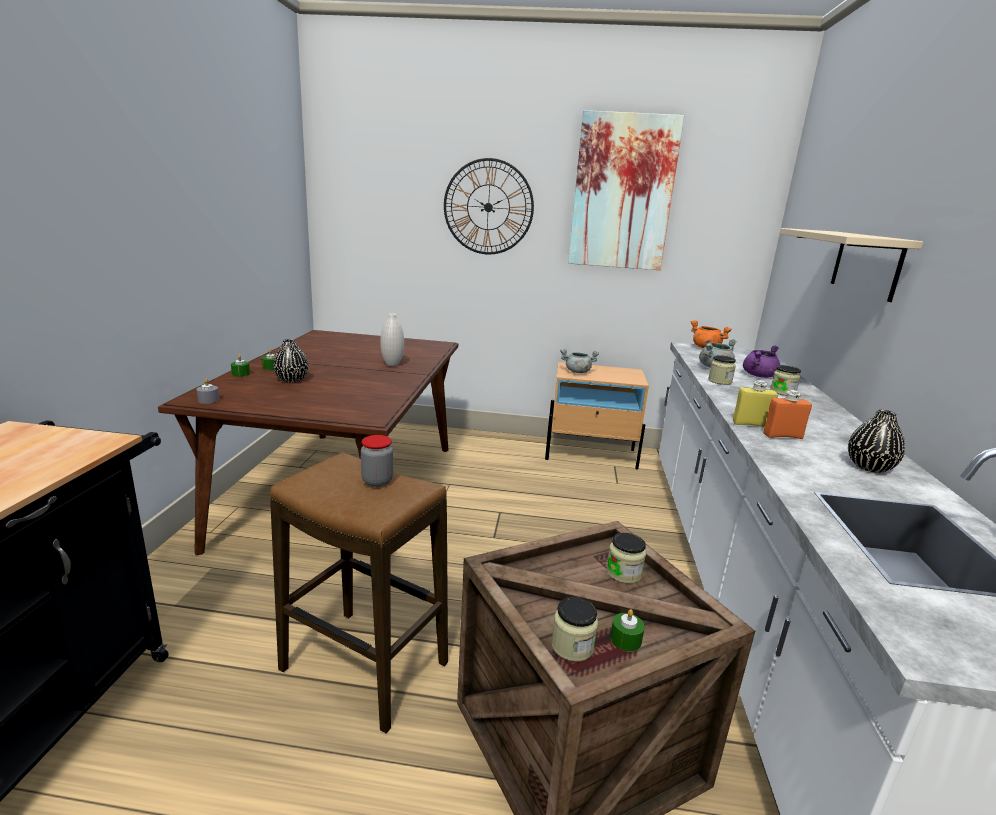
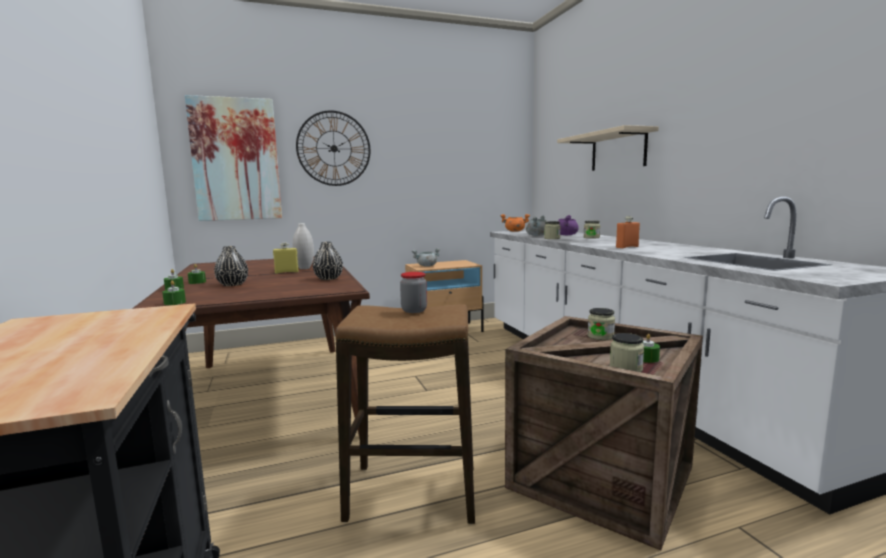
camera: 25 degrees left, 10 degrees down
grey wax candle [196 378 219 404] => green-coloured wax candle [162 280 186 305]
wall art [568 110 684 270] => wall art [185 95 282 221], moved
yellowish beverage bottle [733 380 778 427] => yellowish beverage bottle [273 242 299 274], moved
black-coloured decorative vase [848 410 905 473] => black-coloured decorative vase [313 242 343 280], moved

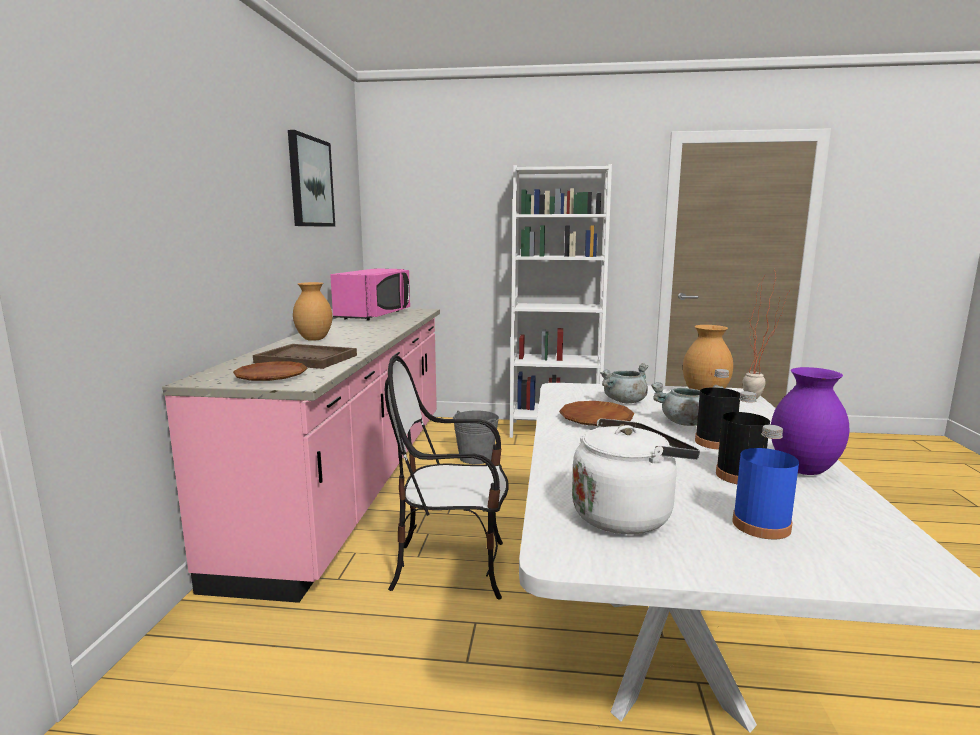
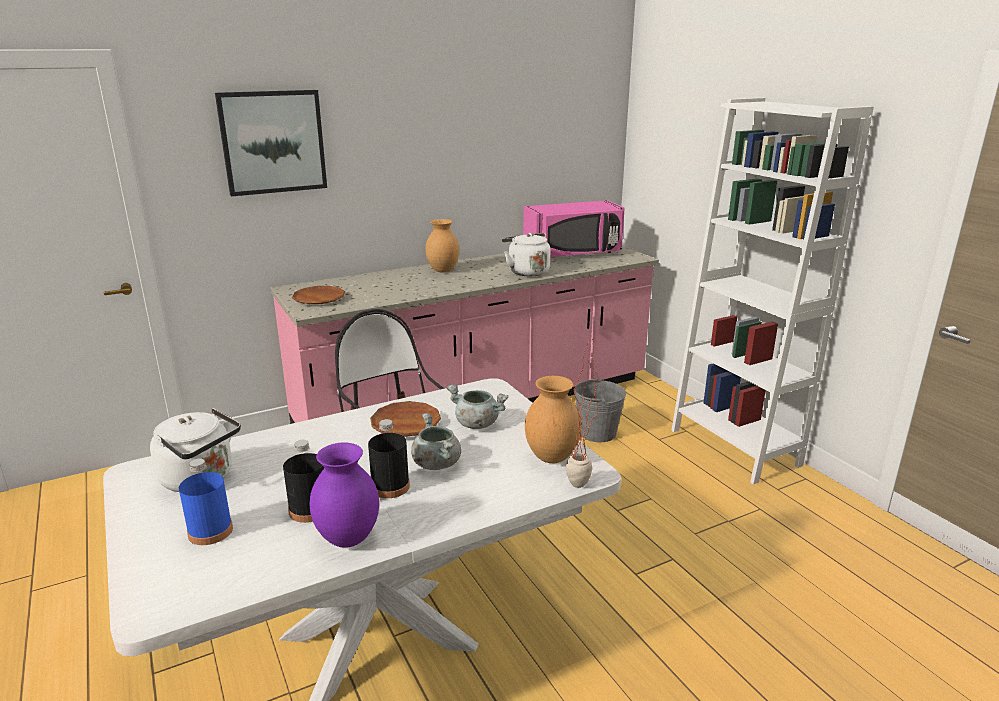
camera: 55 degrees right, 10 degrees up
brownish tray [253 344 357 369] => nothing
wall art [288 130 335 227] => wall art [215 90 327 196], moved
nothing => white water kettle [502 233 550 276]

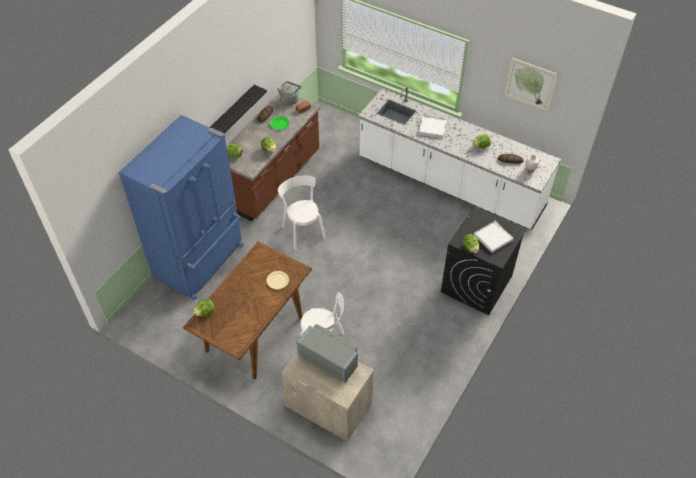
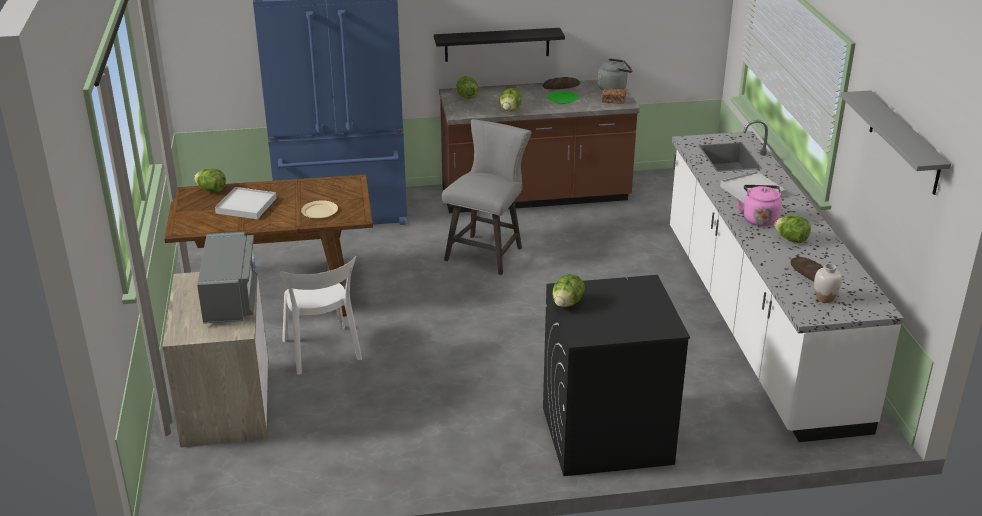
camera: 50 degrees right, 20 degrees down
white upright chair [278 176 326 250] => grey sitting stool [442 119 532 275]
white tray [474 221 514 253] => white tray [215 187 277 219], moved
wall art [504 58 558 112] => grey shelf [840 90 951 195]
nothing => pinkish water kettle [736 185 782 226]

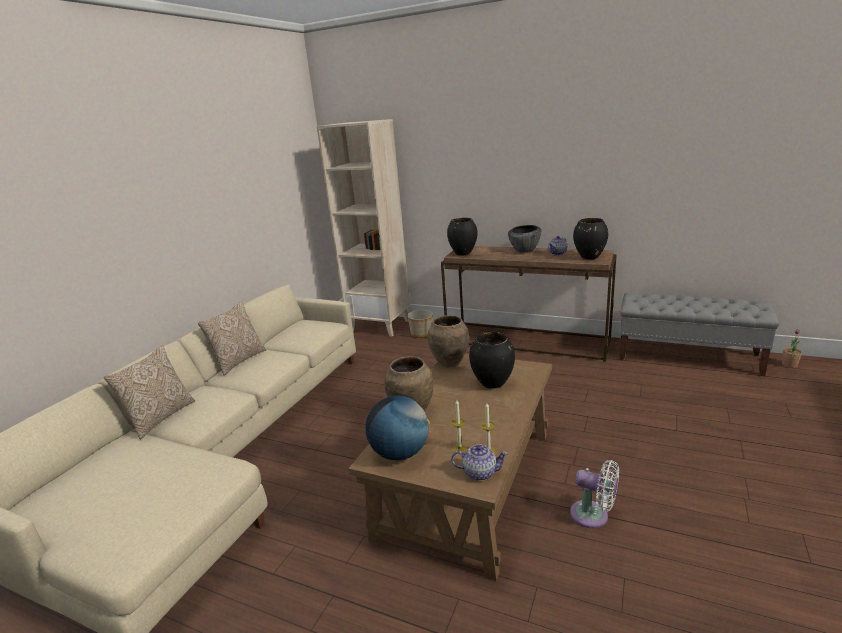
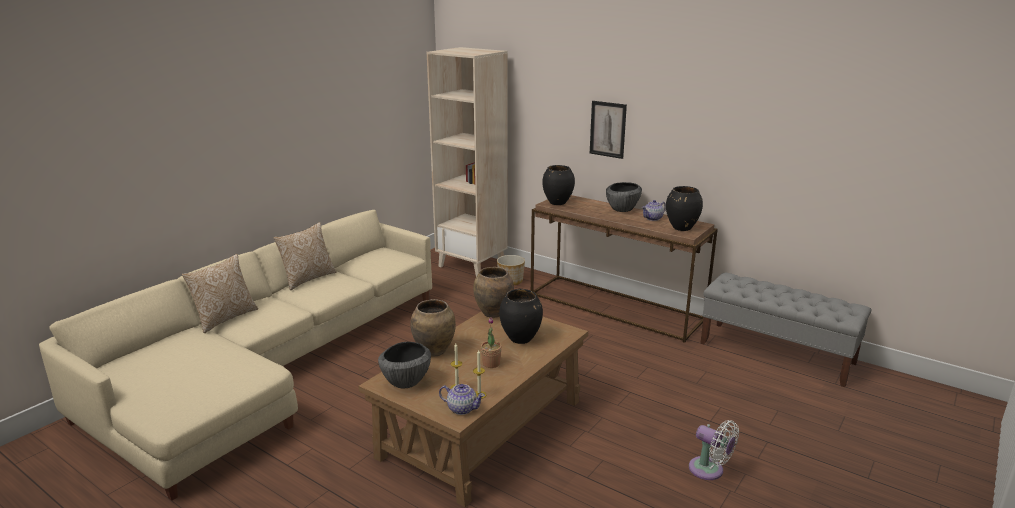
camera: 10 degrees right, 0 degrees up
globe [366 396 430 460] => deep dish [378 342 431 388]
white fan [570 460 619 528] => white fan [689 420 739 480], moved
houseplant [782 329 802 368] => houseplant [481 317 502 368], moved
nothing => wall art [590 101 627 159]

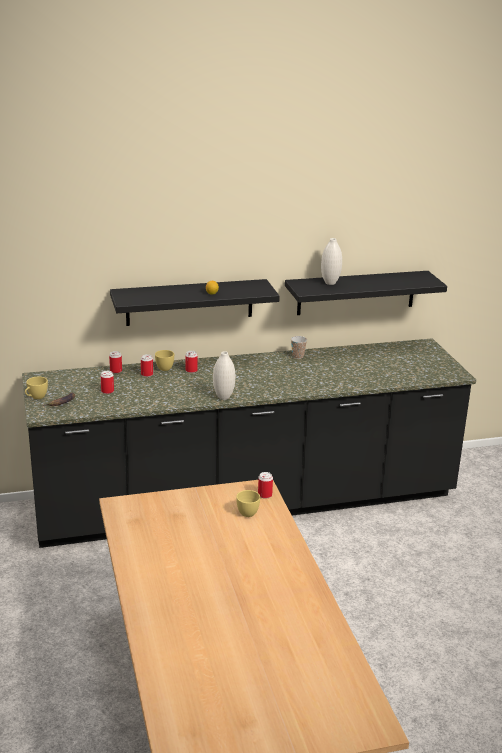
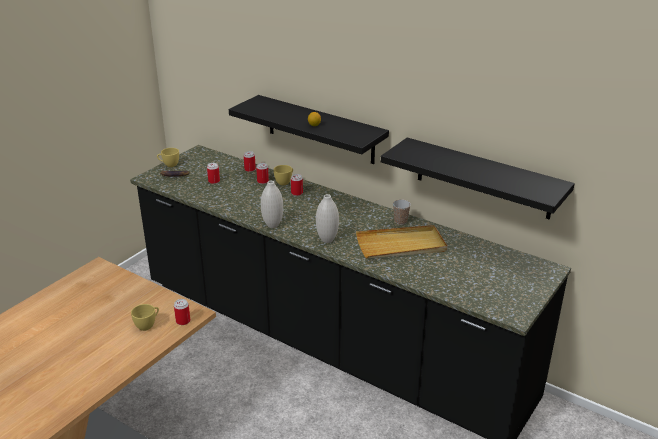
camera: 50 degrees right, 5 degrees up
white decorative vase [321 238 342 285] => white decorative vase [316 194 339 243], moved
nothing => sand-coloured tray [356 225 447 258]

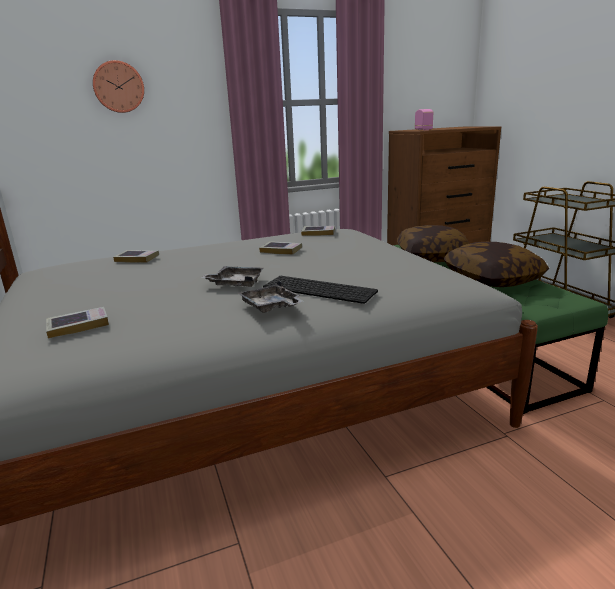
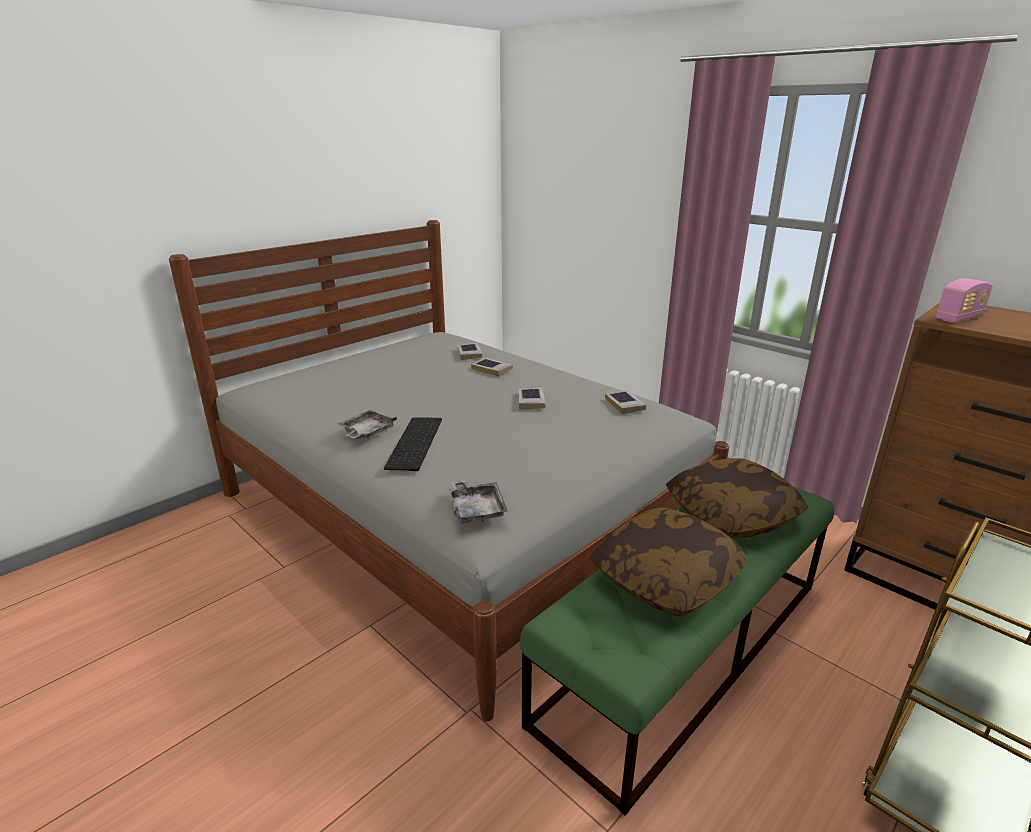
camera: 65 degrees right, 5 degrees up
volume [46 307 109 339] => volume [471 357 513 377], moved
hanging clock [93 60 144 113] => nothing
grey tray [201 266 264 287] => grey tray [449 479 508 524], moved

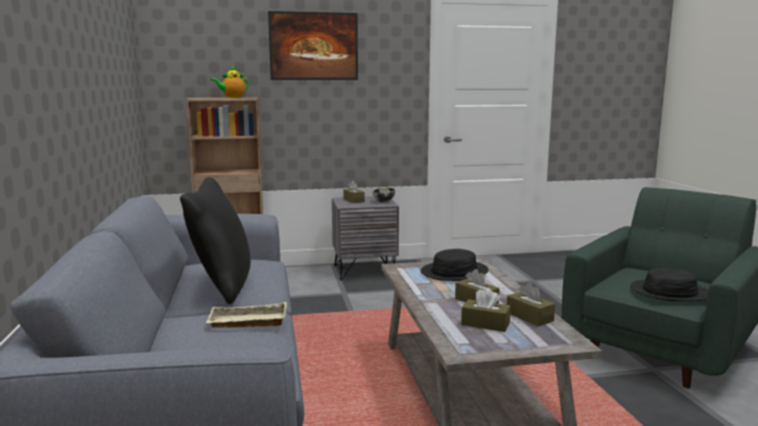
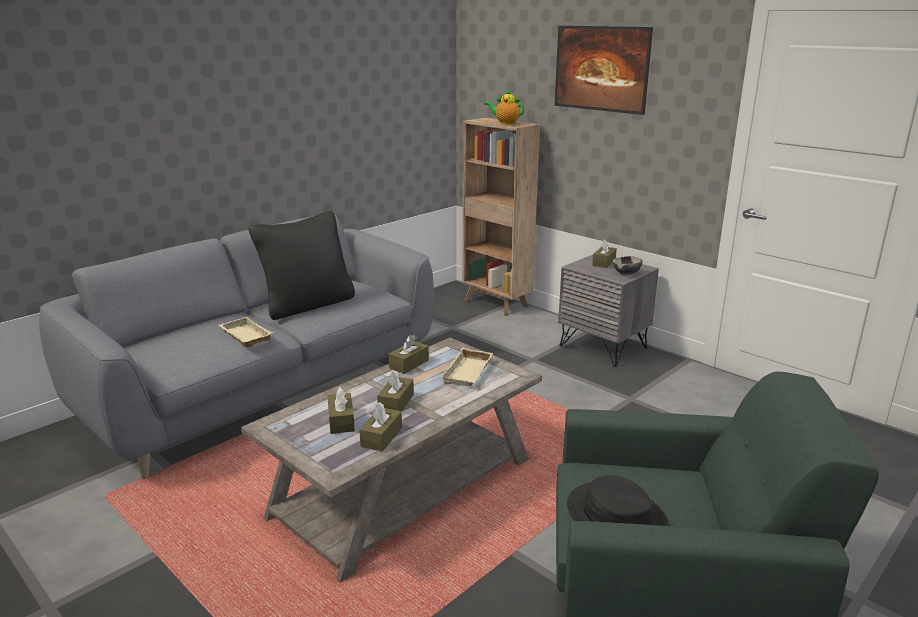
camera: 55 degrees right, 10 degrees up
black-coloured hat [420 249 489 281] => sand-coloured tray [441 348 493 386]
nothing => brownish tissue holder [389 335 429 374]

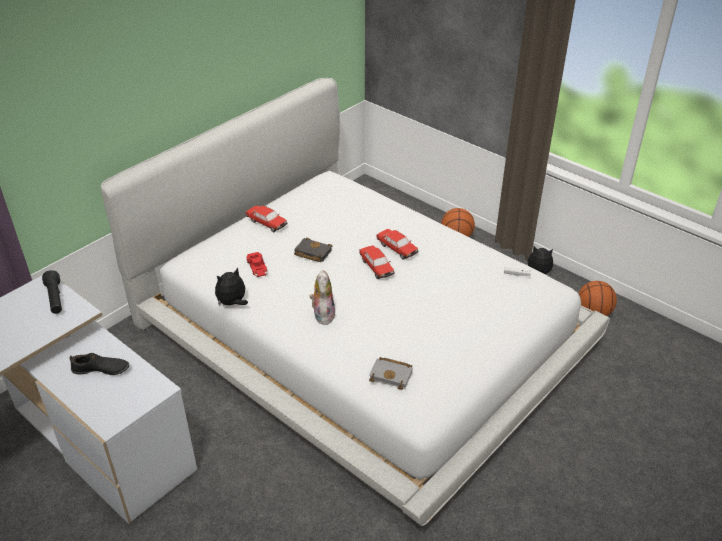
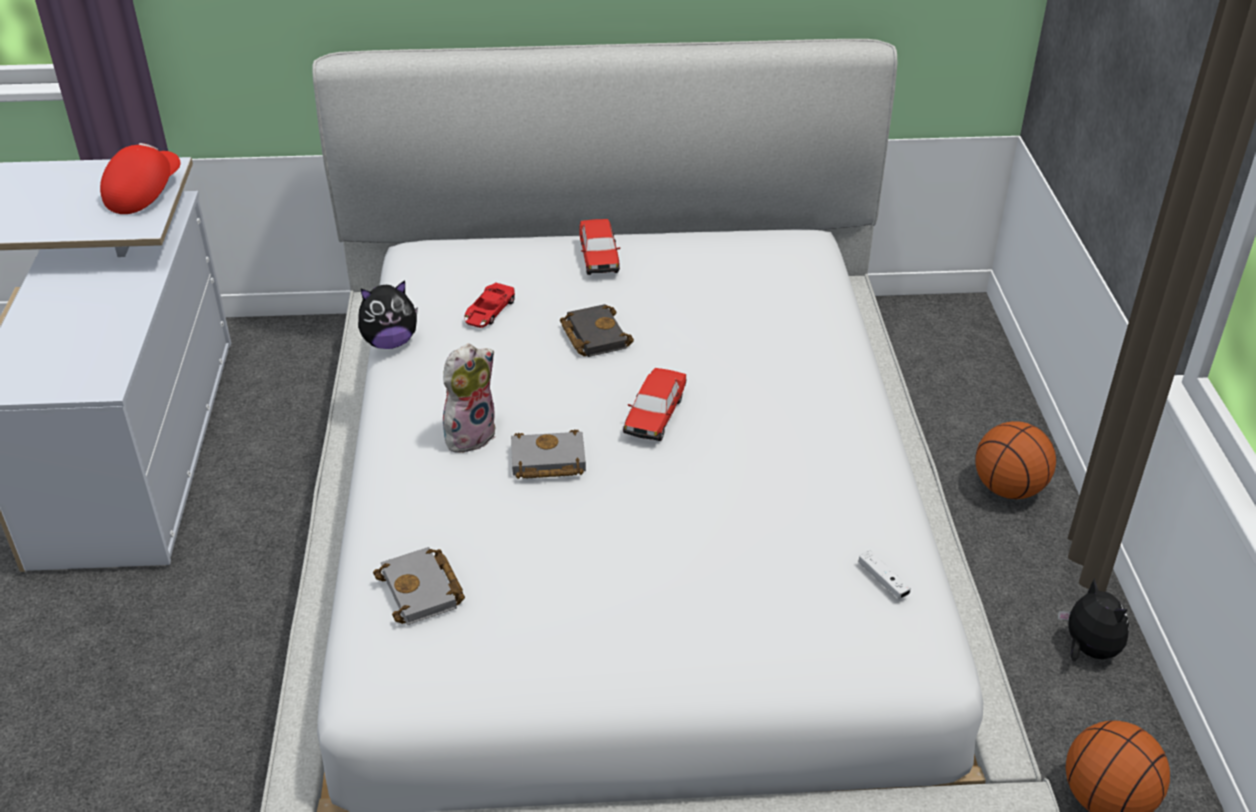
camera: 45 degrees right, 0 degrees up
black-coloured torch [42 270 62 314] => reddish baseball cap [100 143 180 214]
black-coloured item of footwear [70 353 129 375] => nothing
cuddly toy [215 268 248 306] => cuddly toy [358 280 418 349], 150 degrees clockwise
model car [377 229 419 260] => nothing
nothing => grey volume [511 429 586 479]

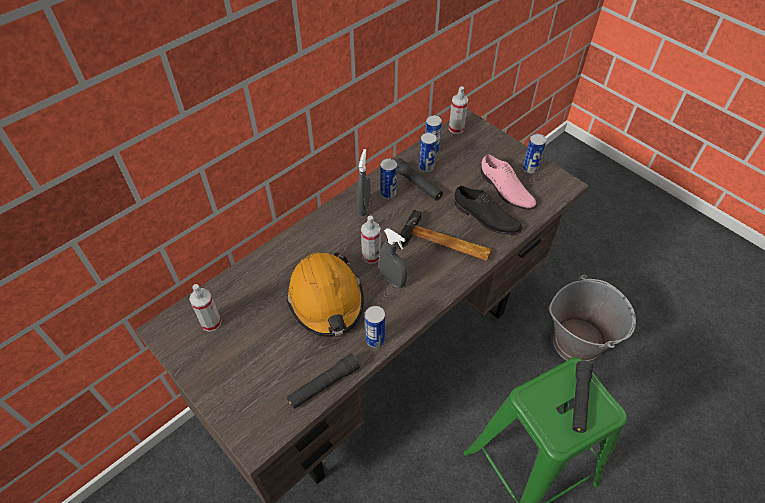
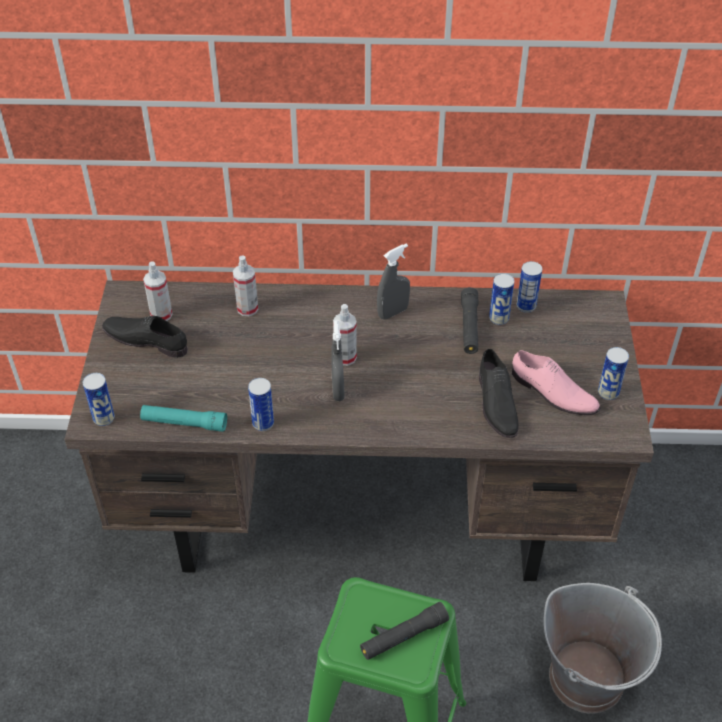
camera: 45 degrees right, 5 degrees down
orange work helmet [287 252 364 337] => nothing
black-coloured torch [287 353 360 409] => blue-green torch [140 405 227 432]
can [380 158 397 199] => can [83 373 115 426], moved
tool hammer [399 209 492 261] => nothing
hand sprayer [449 86 468 134] => hand sprayer [233 256 258 316], moved
pinkish item of footwear [480 154 536 210] => pinkish item of footwear [512 350 600 415], 60 degrees counterclockwise
nothing => black-coloured item of footwear [102 316 188 358]

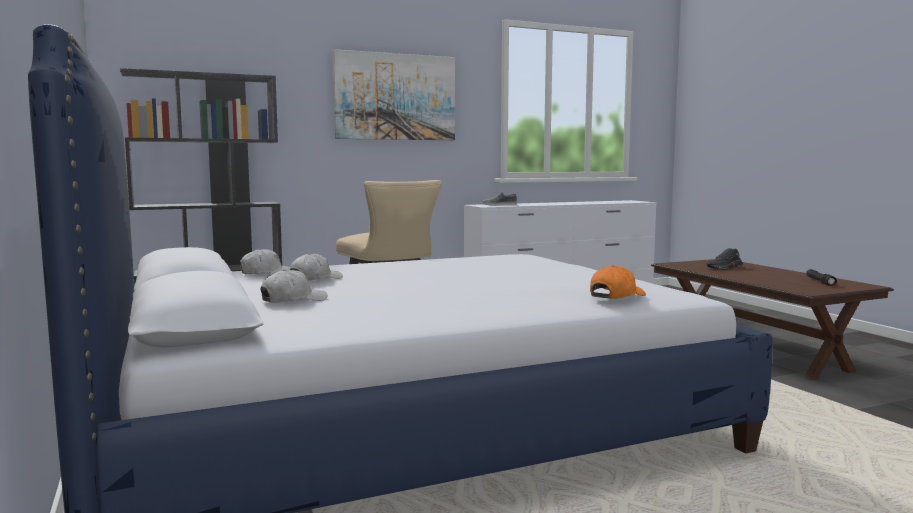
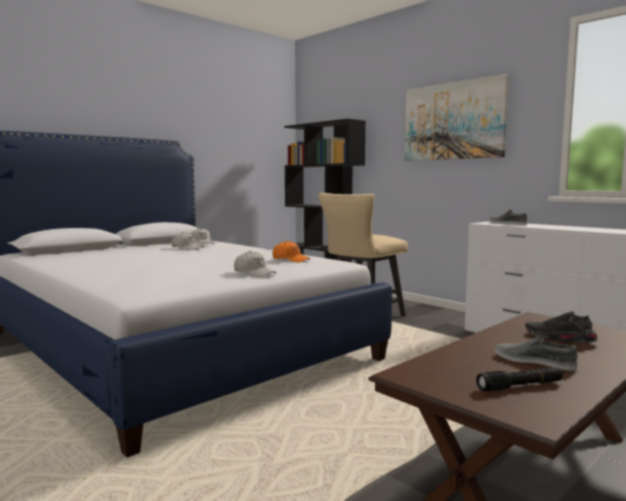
camera: 70 degrees right, 0 degrees up
white baseball cap [261 269 327 303] => white baseball cap [234 251 277 277], moved
orange baseball cap [590 265 646 299] => orange baseball cap [272 241 310 263], moved
nothing => grey item of footwear [495 335 578 371]

